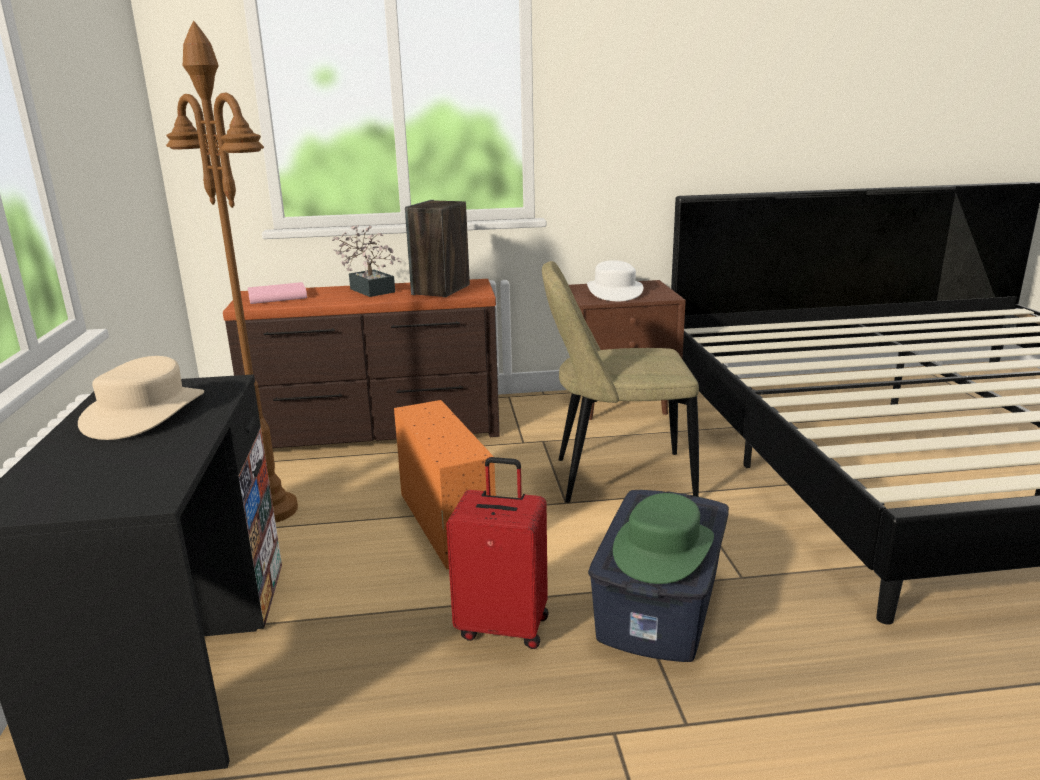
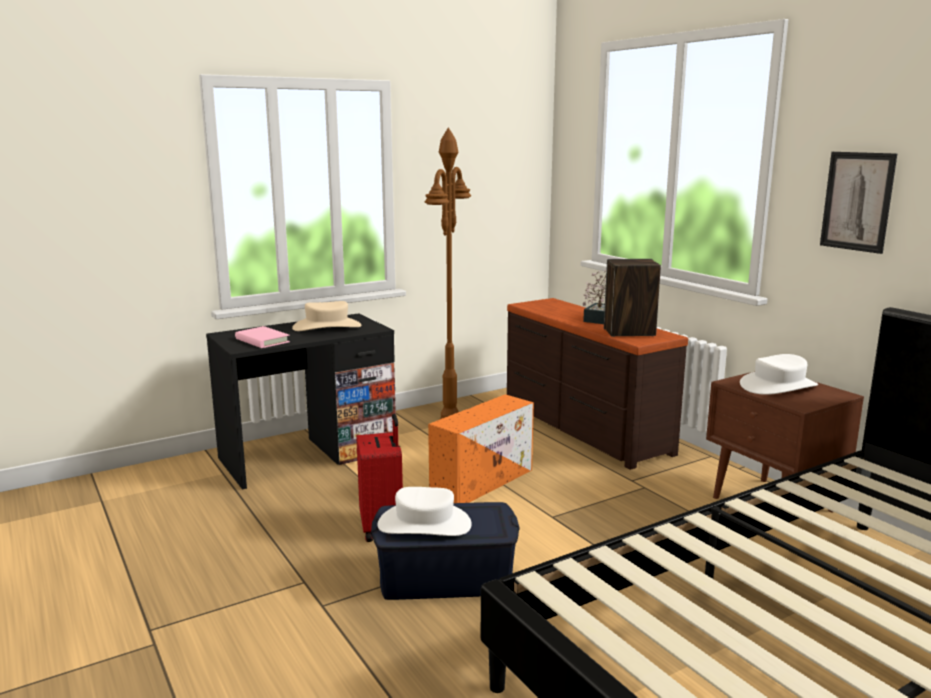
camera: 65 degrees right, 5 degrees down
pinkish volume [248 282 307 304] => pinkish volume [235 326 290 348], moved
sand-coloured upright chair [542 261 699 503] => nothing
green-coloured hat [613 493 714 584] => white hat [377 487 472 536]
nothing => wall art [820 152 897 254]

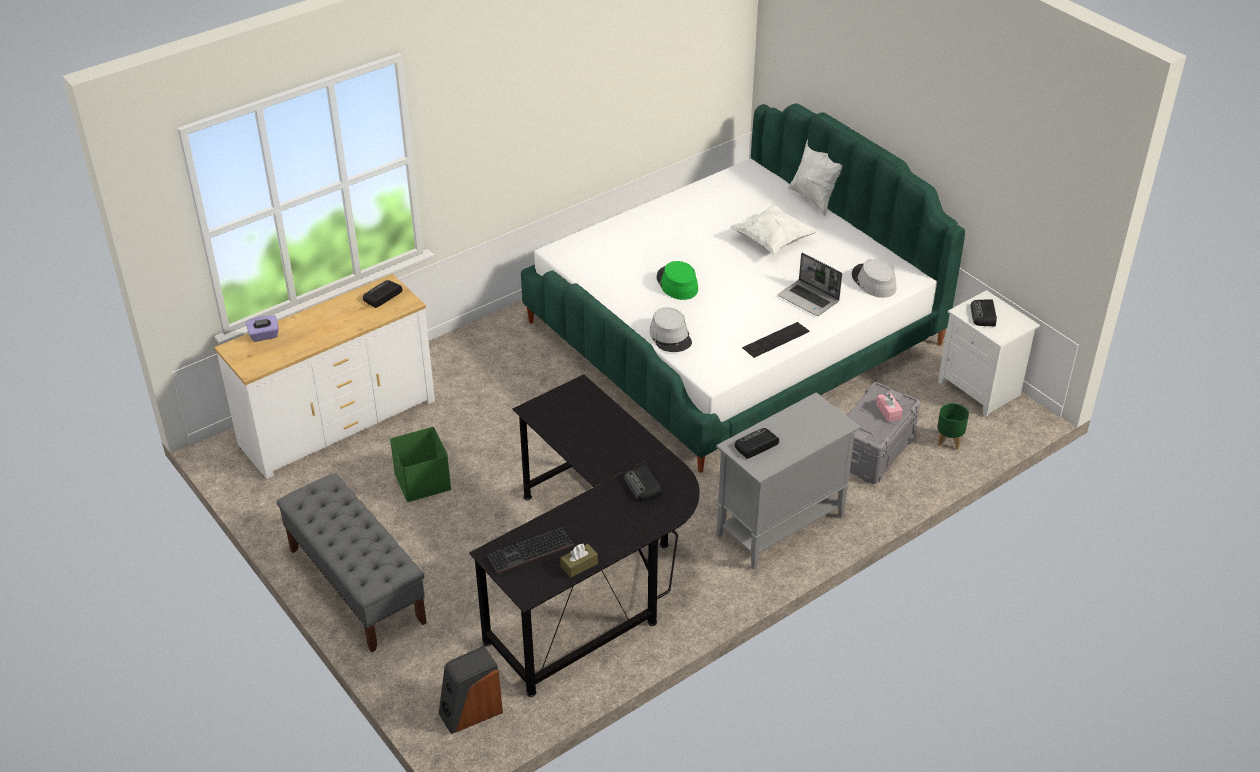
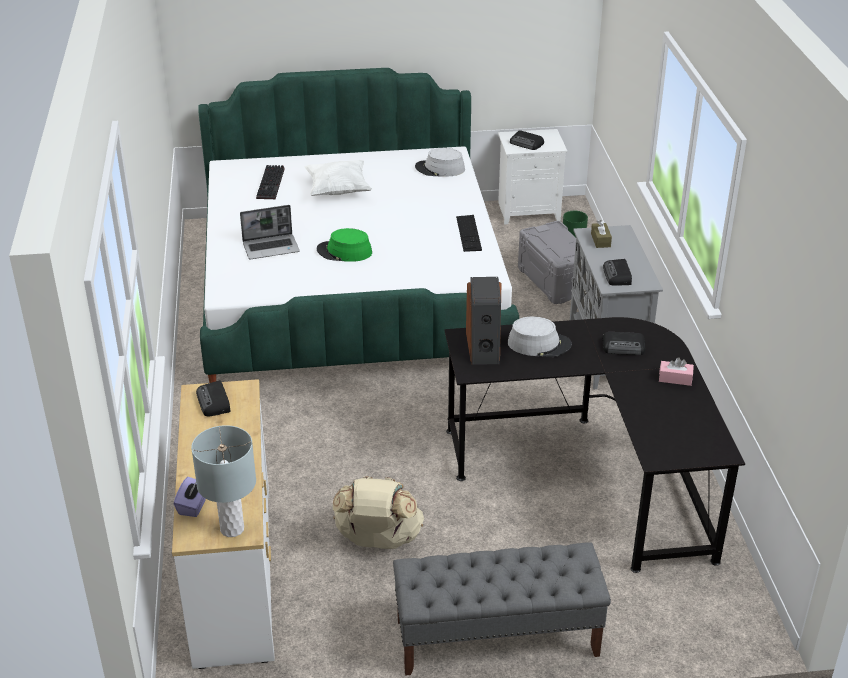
camera: 60 degrees left, 5 degrees down
green-coloured storage box [390 427 451 502] => sand-coloured knapsack [333 476 424 549]
speaker [439 646 503 734] => speaker [466 277 501 365], moved
PC keyboard [487 527 574 574] => PC keyboard [256 165 285 199], moved
brownish tissue holder [560 543 598 578] => brownish tissue holder [591 220 612 248], moved
grey hat [649 307 692 352] => grey hat [508 316 572 357], moved
notebook computer [778 253 842 316] => notebook computer [240 205 300 259], moved
white cushion [788 139 842 216] => nothing
pinkish tissue holder [876 393 903 422] => pinkish tissue holder [659 357 694 386], moved
nothing => grey table lamp [191 425 256 537]

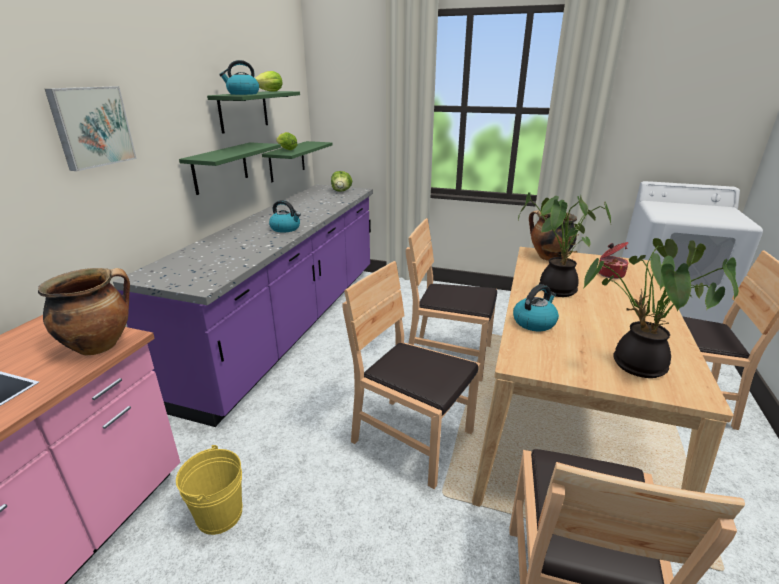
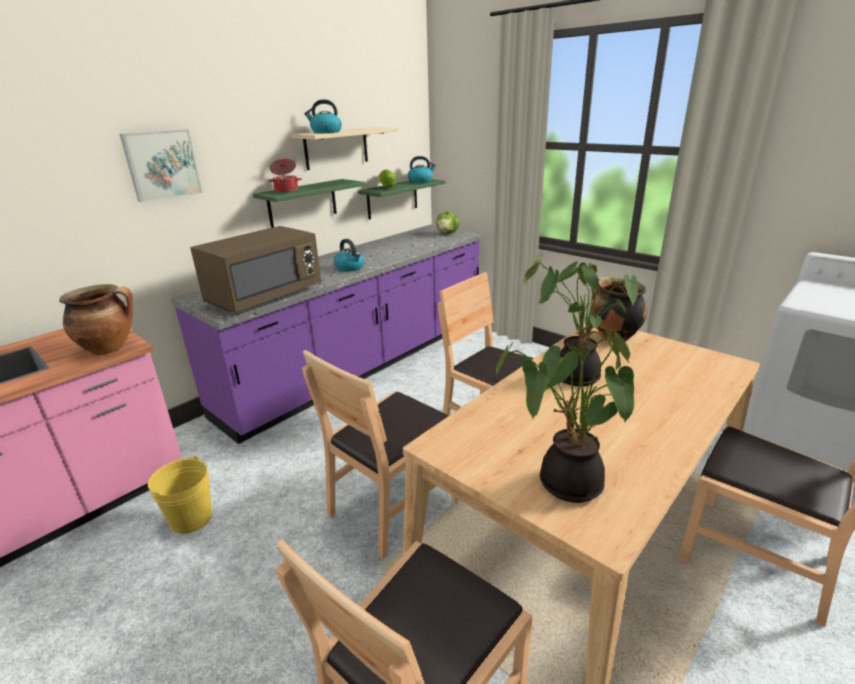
camera: 25 degrees right, 0 degrees up
green-coloured shelf [207 91 300 134] => sand-coloured shelf [291 127 398 170]
head of lettuce [255 71 282 92] => nothing
brownish upright chair [342 261 481 489] => brownish upright chair [302 350 458 559], 105 degrees counterclockwise
water kettle [513 284 559 331] => water kettle [408 156 436 183], moved
cooking pot [599 242 628 279] => cooking pot [268 158 302 193], moved
nothing => brownish microwave [190 226 321 312]

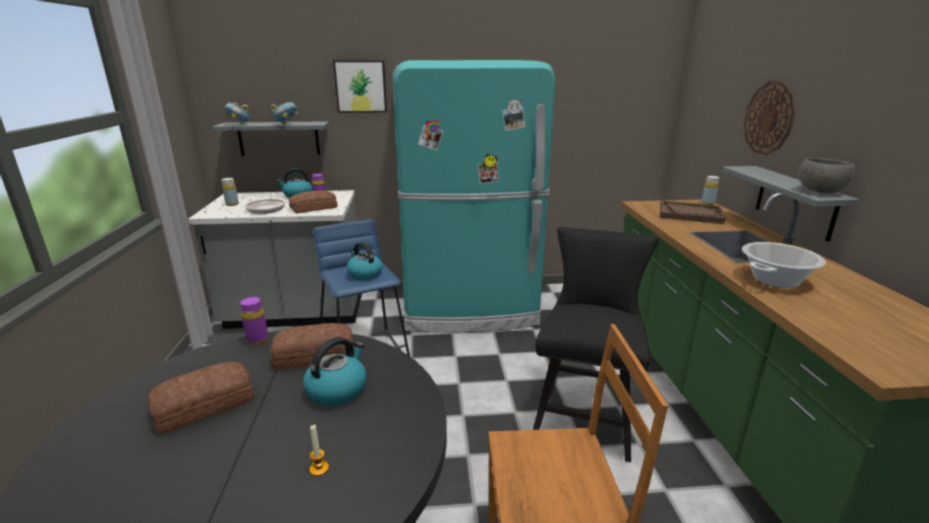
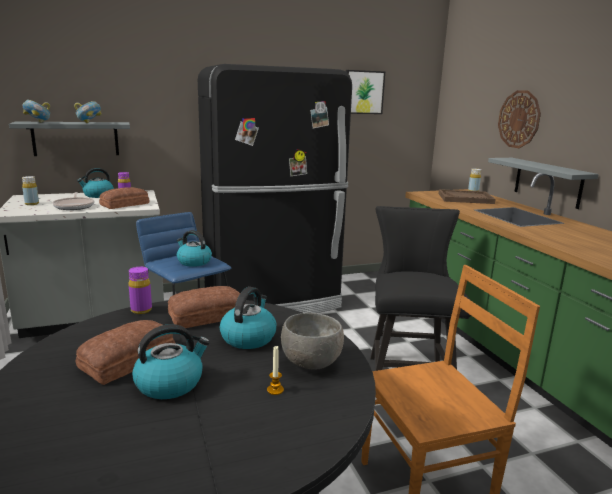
camera: 15 degrees left, 5 degrees down
wall art [333 60 387 113] => wall art [346 70 385 114], moved
blue-green kitchen fridge [392 60 555 333] => black-coloured kitchen fridge [198 64 352 313]
cooking pot [742 242 826 288] => nothing
grey deep dish [799 158 855 194] => grey deep dish [281 313 344 369], moved
nothing => water kettle [132 324 210 399]

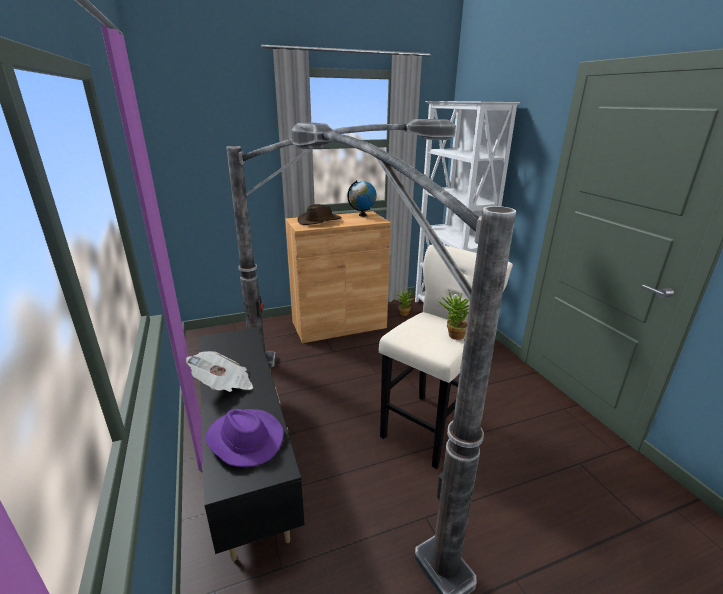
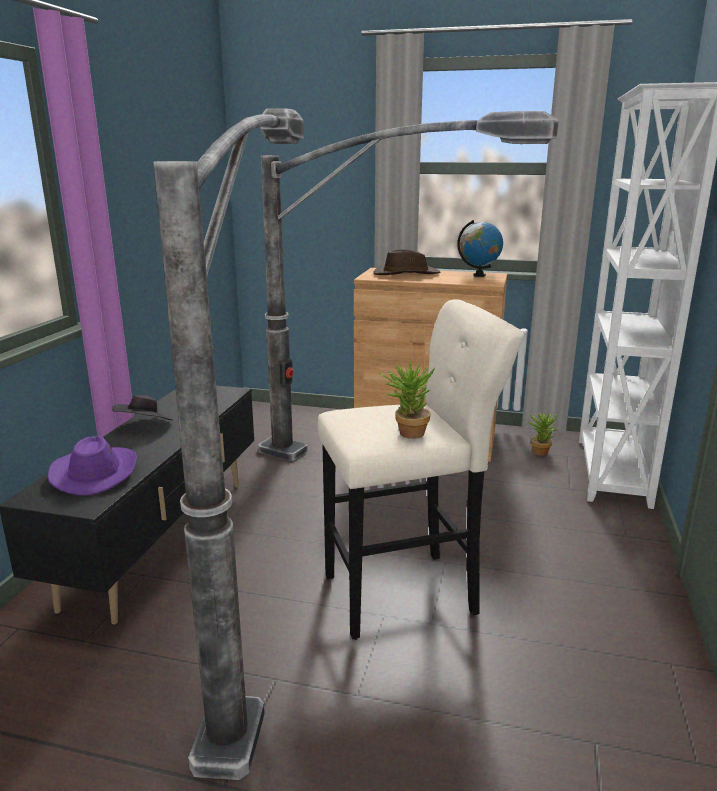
camera: 35 degrees right, 5 degrees down
daily paper [186 351 253 392] => black-coloured hat [112 395 173 420]

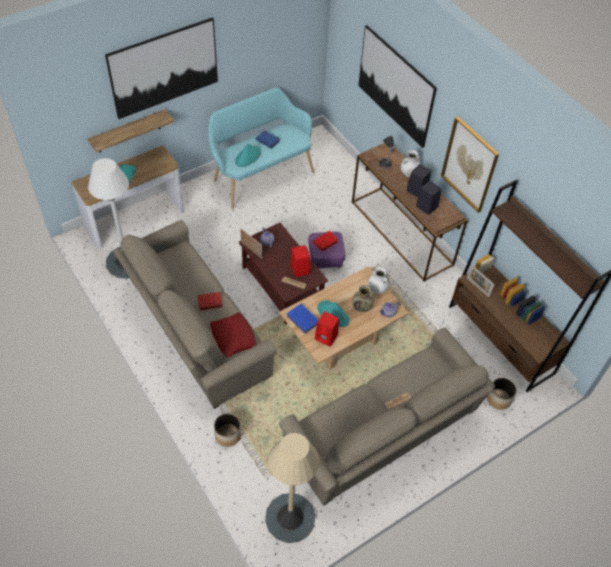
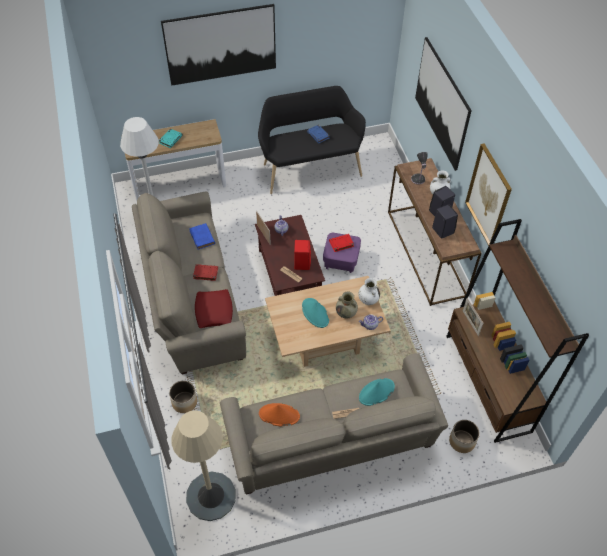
camera: 20 degrees right, 0 degrees up
shelf [88 109 174 153] => nothing
blue-green bench [208 88 314 209] => black-coloured bench [258 86 366 194]
blue-green hat [235 144 261 167] => blue-green hat [359 378 395 406], moved
bluish volume [287 304 318 334] => bluish volume [189 223 215 249], moved
reddish speaker [315 312 339 347] => nothing
nothing => orange hat [259 403 300 427]

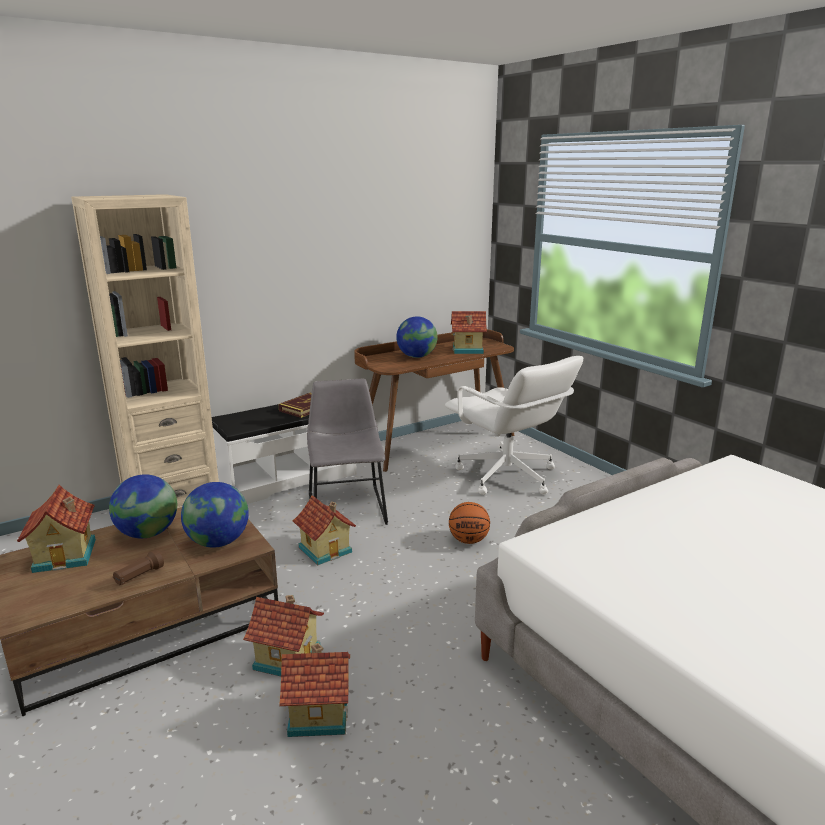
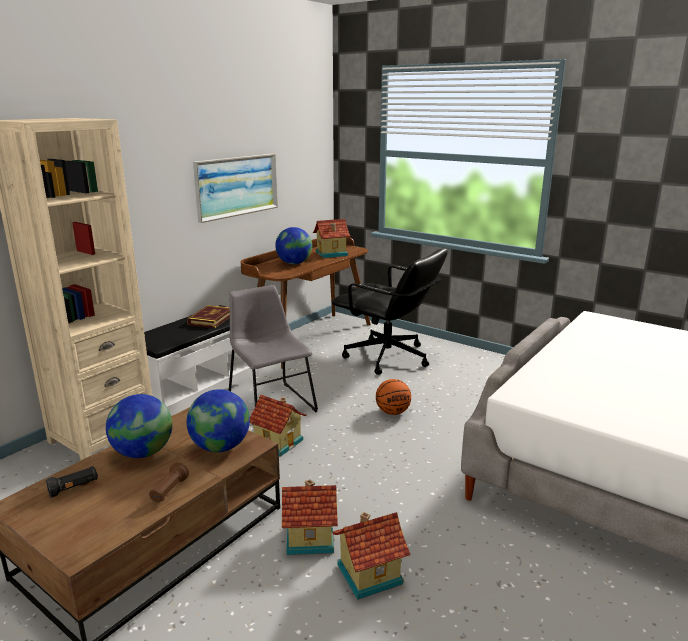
camera: 20 degrees left, 0 degrees up
miniature house [17 485 96 573] => black-coloured torch [46 466 98 498]
white desk chair [445 356 583 495] => black-coloured desk chair [332 248 448 375]
nothing => wall art [193 154 278 223]

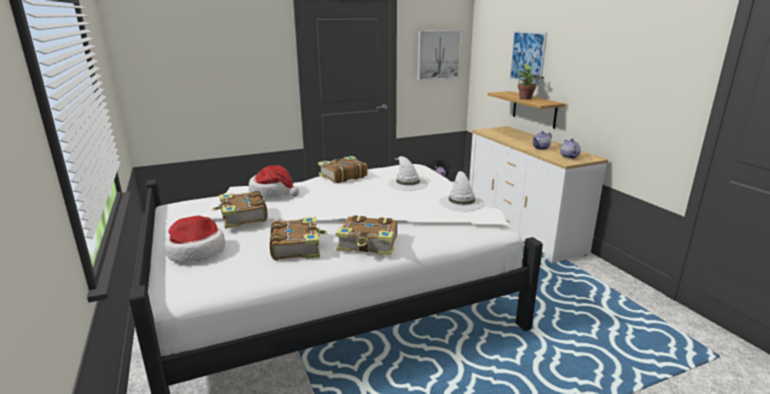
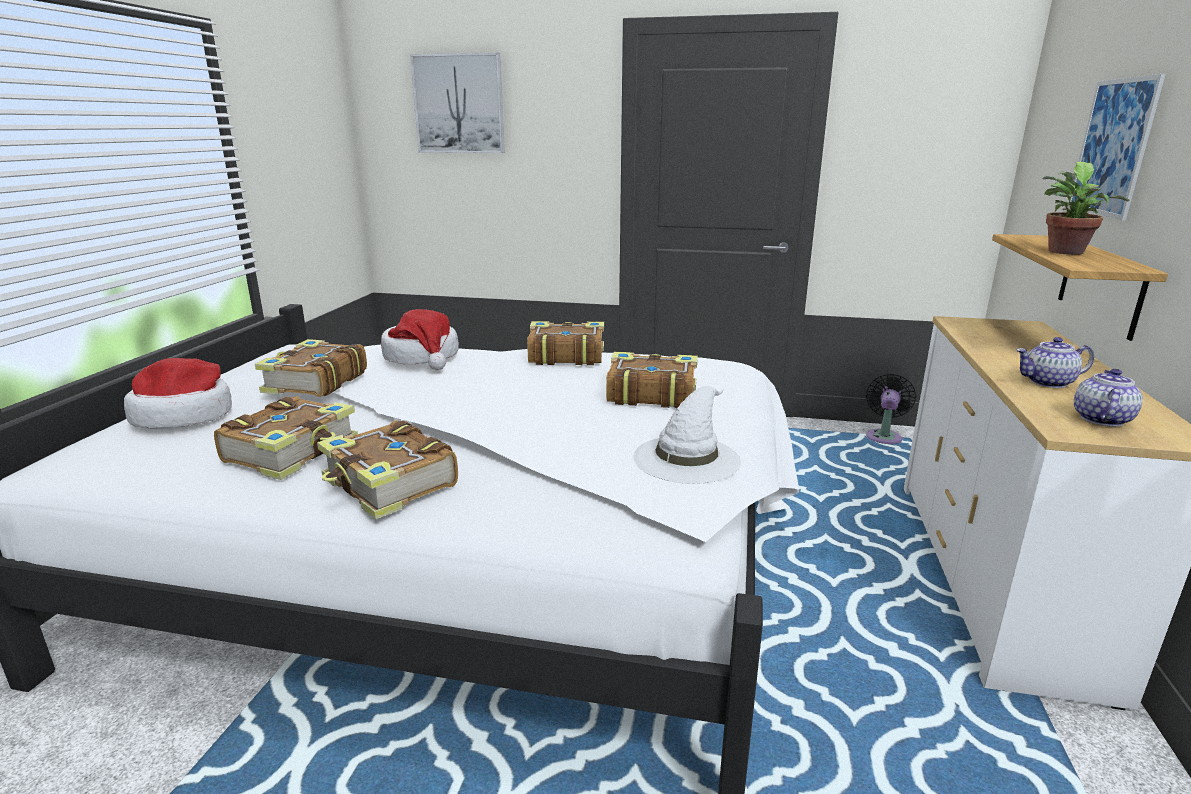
camera: 35 degrees right, 0 degrees up
white hat [388 156 428 191] => volume [606 352 698 408]
wall art [418 30 462 81] => wall art [410 53 505 153], moved

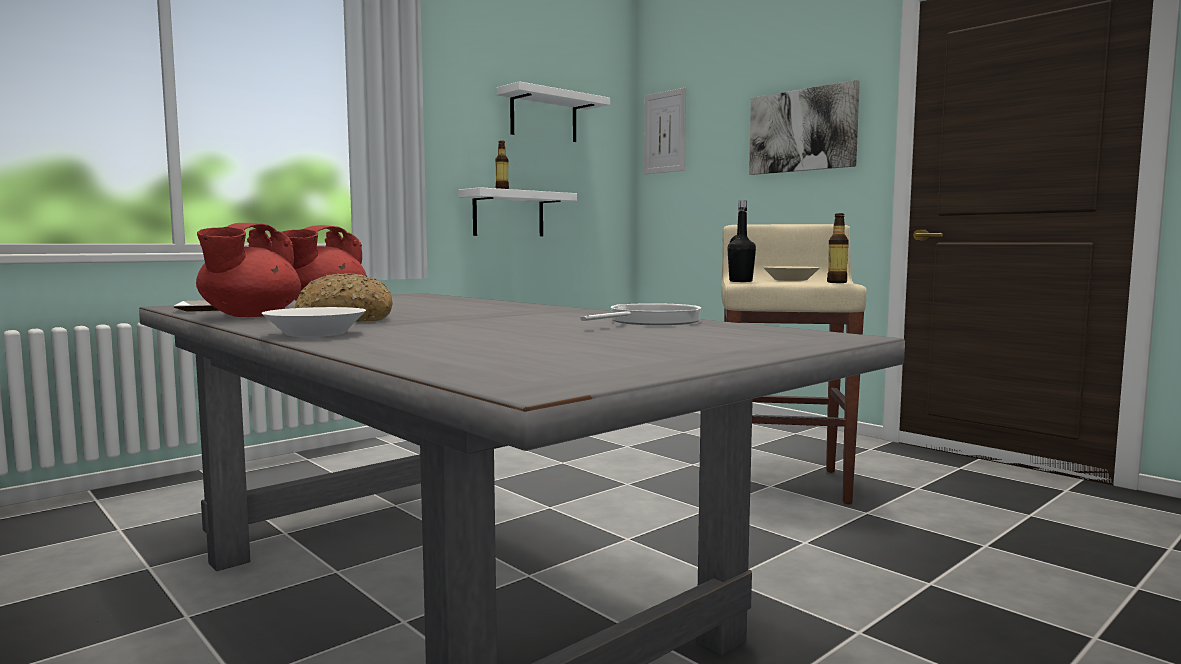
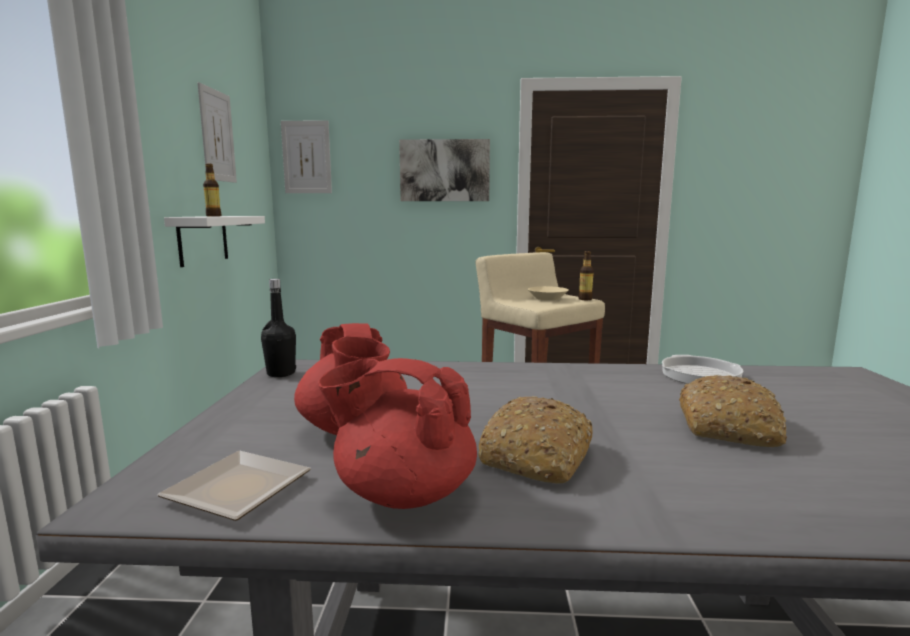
camera: 45 degrees left, 5 degrees up
reddish tea pot [196 223 301 317] => reddish tea pot [318 358 477 509], 135 degrees clockwise
white deep dish [262 307 366 337] => nothing
white shelf [497 81 610 142] => wall art [197 82 237 183]
black-coloured beverage bottle [727 200 756 282] => black-coloured beverage bottle [261 279 296 377], moved
nothing => bakery bread [679 375 787 447]

